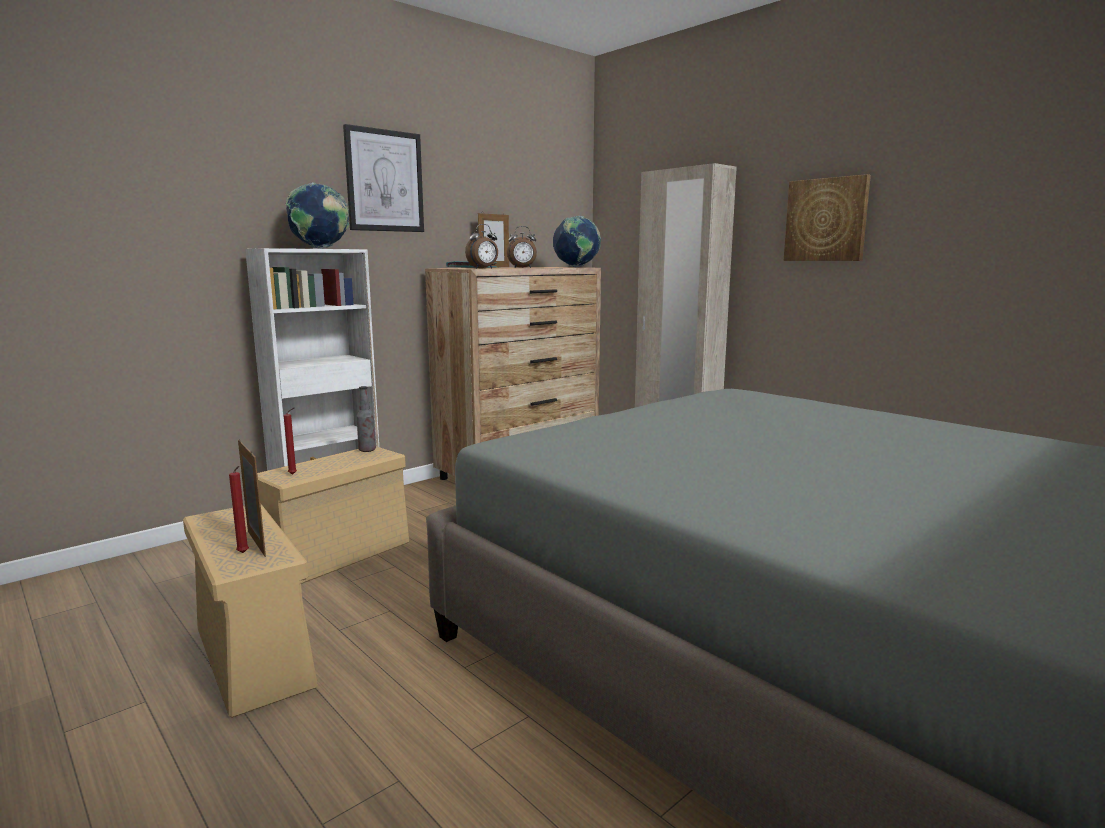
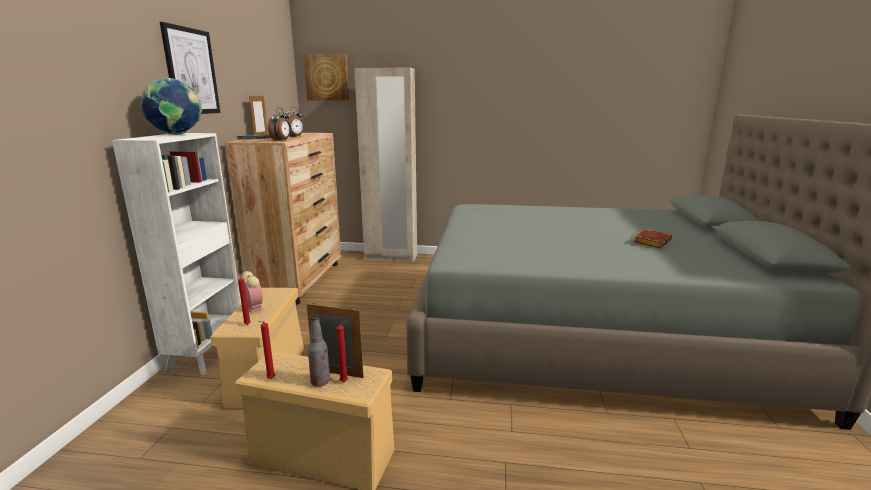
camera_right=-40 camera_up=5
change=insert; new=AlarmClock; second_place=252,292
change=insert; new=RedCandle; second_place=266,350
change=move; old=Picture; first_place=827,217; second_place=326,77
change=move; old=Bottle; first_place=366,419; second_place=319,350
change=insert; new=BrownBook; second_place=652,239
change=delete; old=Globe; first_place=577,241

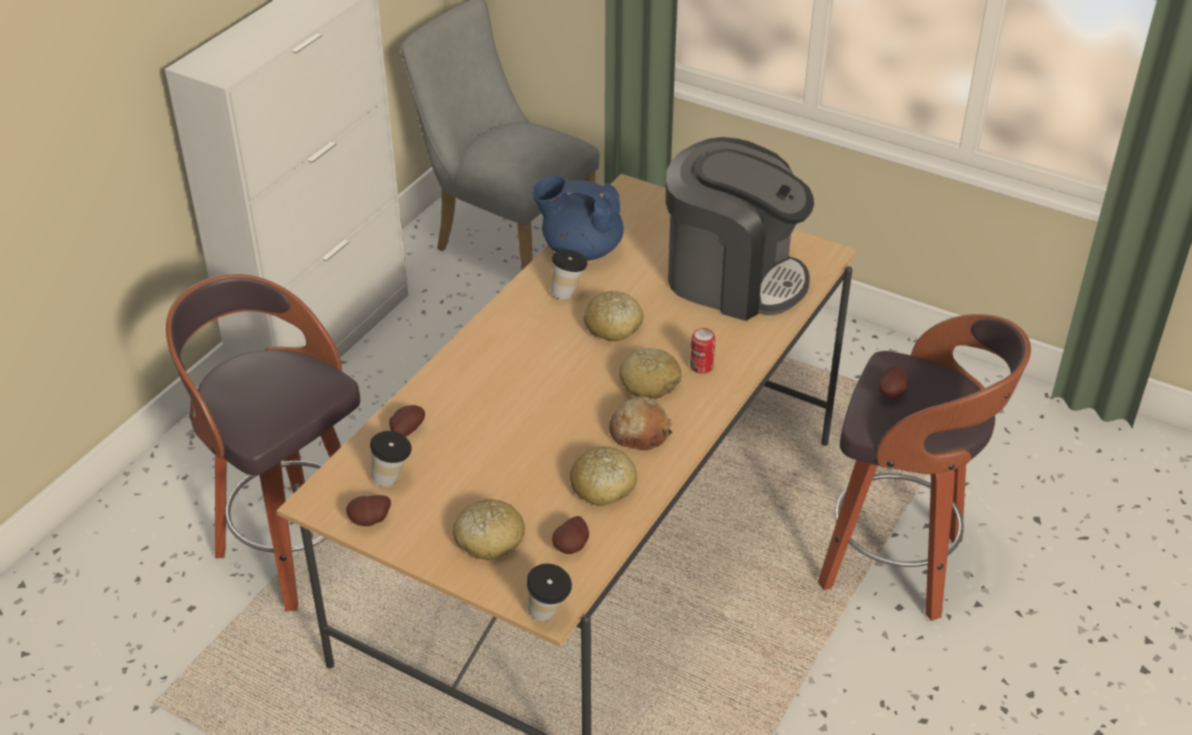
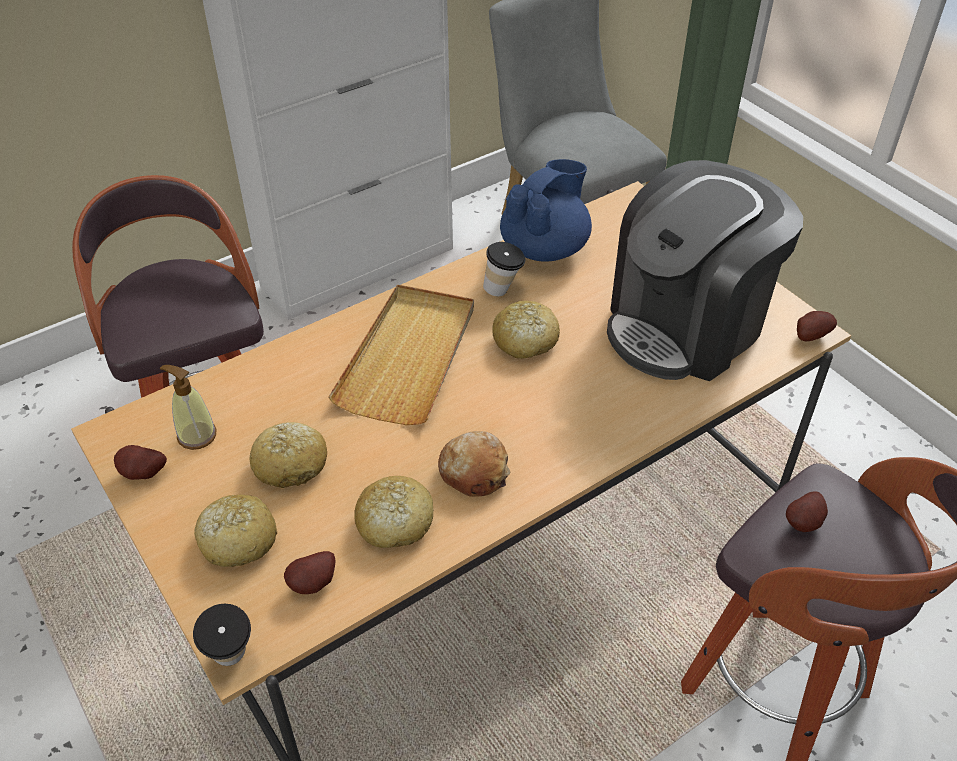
camera_right=25 camera_up=5
change=replace; old=Cup; new=SoapDispenser; first_place=391,459; second_place=188,407
change=move; old=Bread; first_place=650,373; second_place=288,455
change=insert; new=BeigeTray; second_place=401,355
change=rotate; old=BlueTeapot; first_place=578,218; second_place=546,210; degrees=90
change=rotate; old=CoffeeMachine; first_place=740,229; second_place=705,270; degrees=90
change=move; old=Potato; first_place=407,421; second_place=817,326
change=delete; old=Can; first_place=702,351

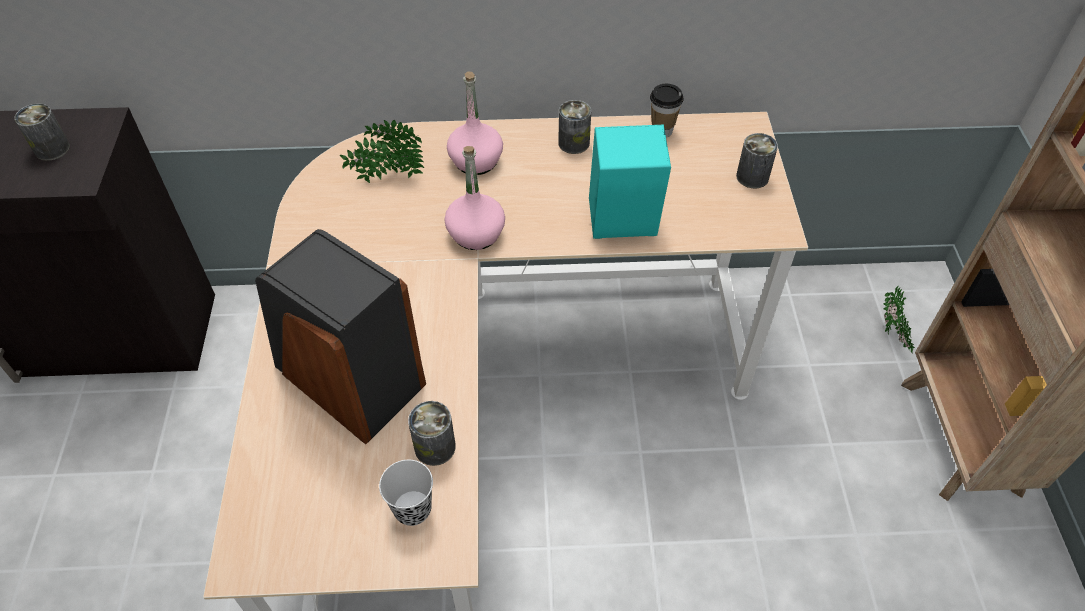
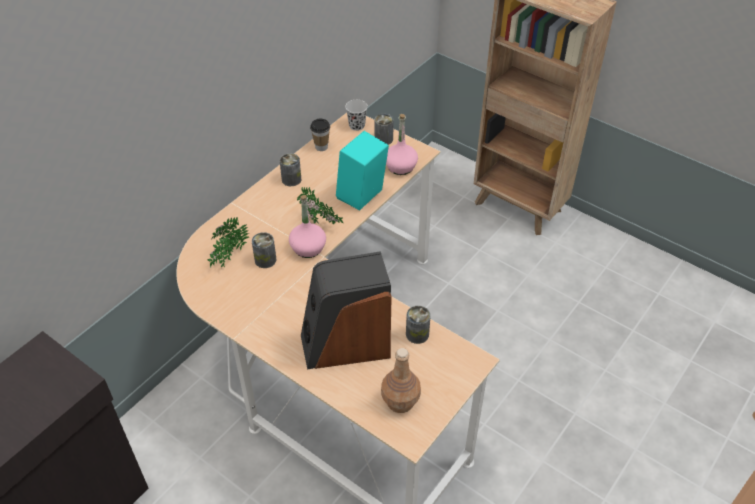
camera_right=-50 camera_up=-5
change=move; old=Can; first_place=42,132; second_place=264,250
change=move; old=PottedPlant; first_place=899,320; second_place=320,205
change=move; old=BlackCup; first_place=406,493; second_place=356,115
change=insert; new=BrownBottle; second_place=401,380
change=move; old=PinkBottle; first_place=475,123; second_place=402,144

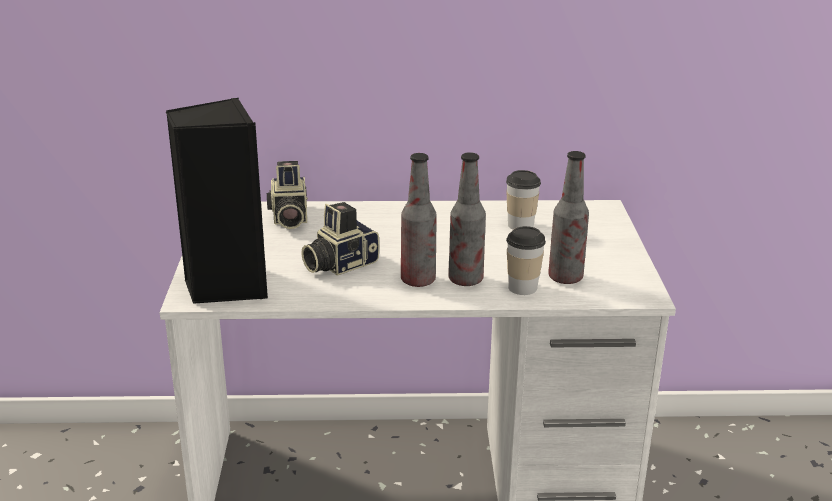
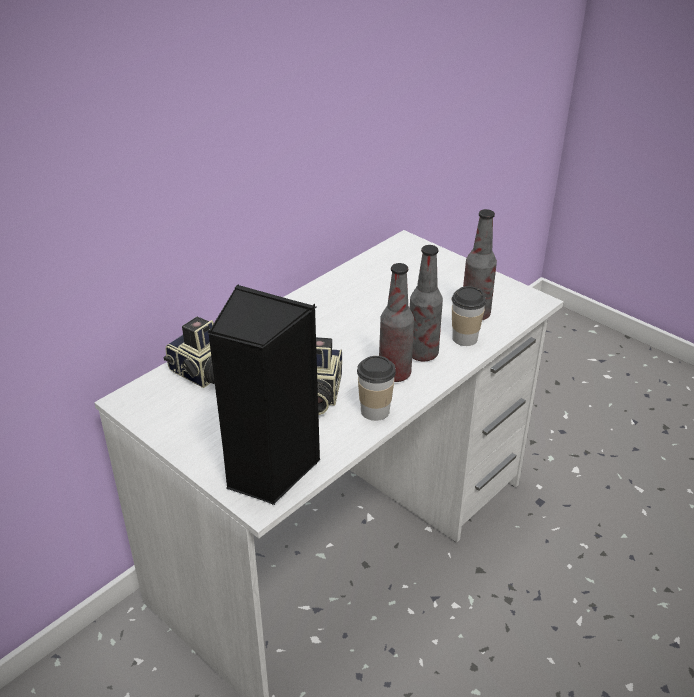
camera_right=-45 camera_up=10
change=move; old=Cup; first_place=523,200; second_place=376,388

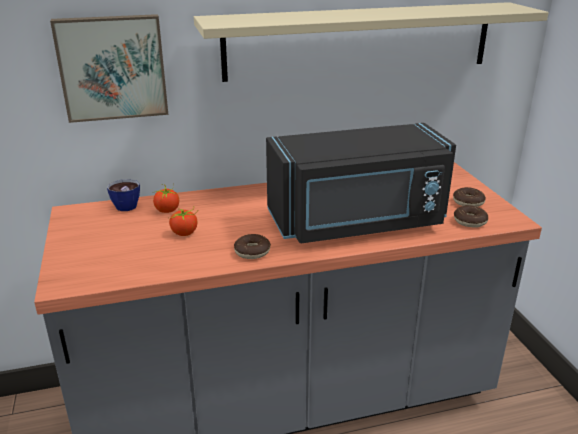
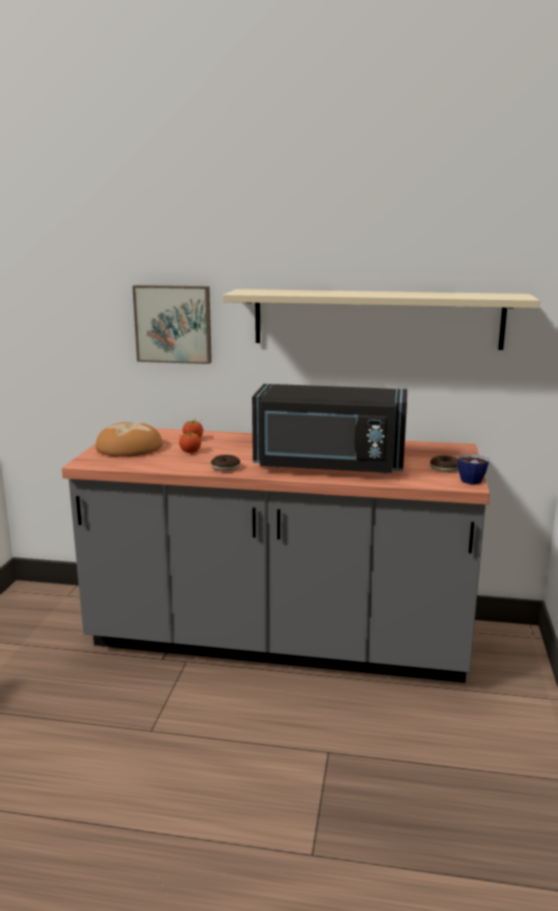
camera_right=25 camera_up=-10
change=insert; new=Bread; second_place=129,439
change=move; old=Cup; first_place=123,195; second_place=473,469
change=delete; old=Donut; first_place=471,216

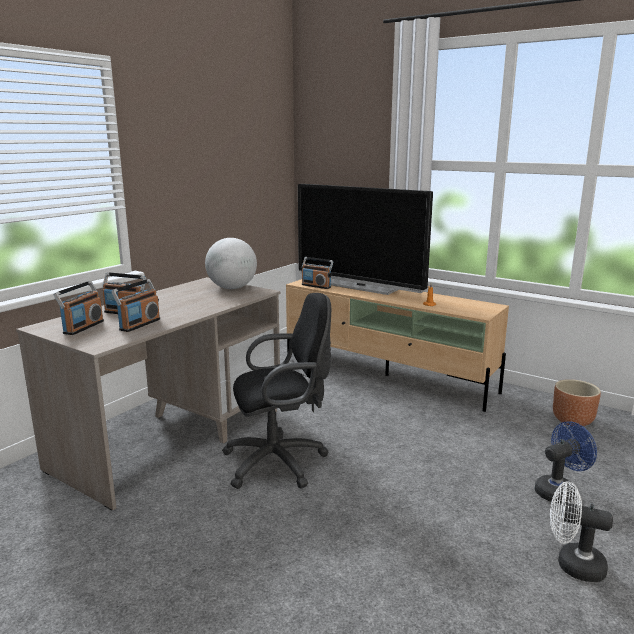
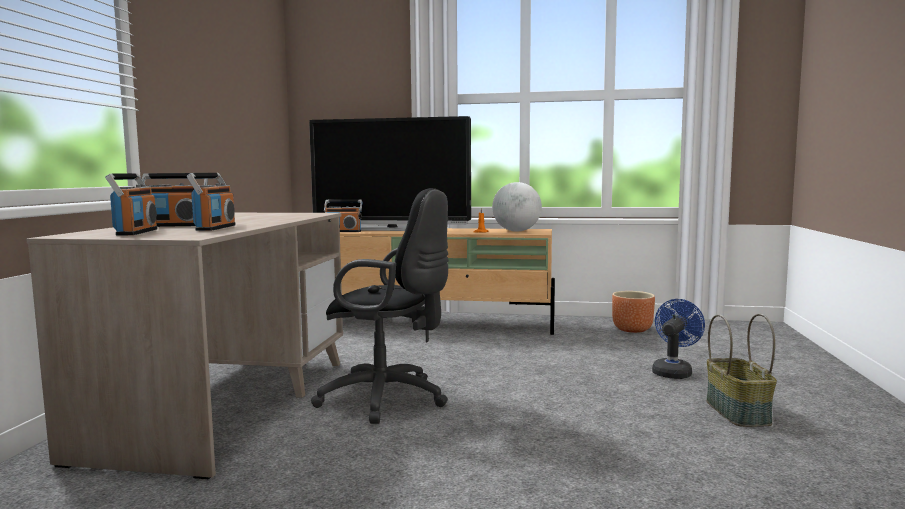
camera_right=-25 camera_up=-10
change=rotate; old=BlackOfficeChair; first_place=276,391; second_place=380,306; degrees=60
change=move; old=Globe; first_place=231,263; second_place=517,207
change=replace; old=WhiteFan; new=Basket; first_place=581,531; second_place=741,370

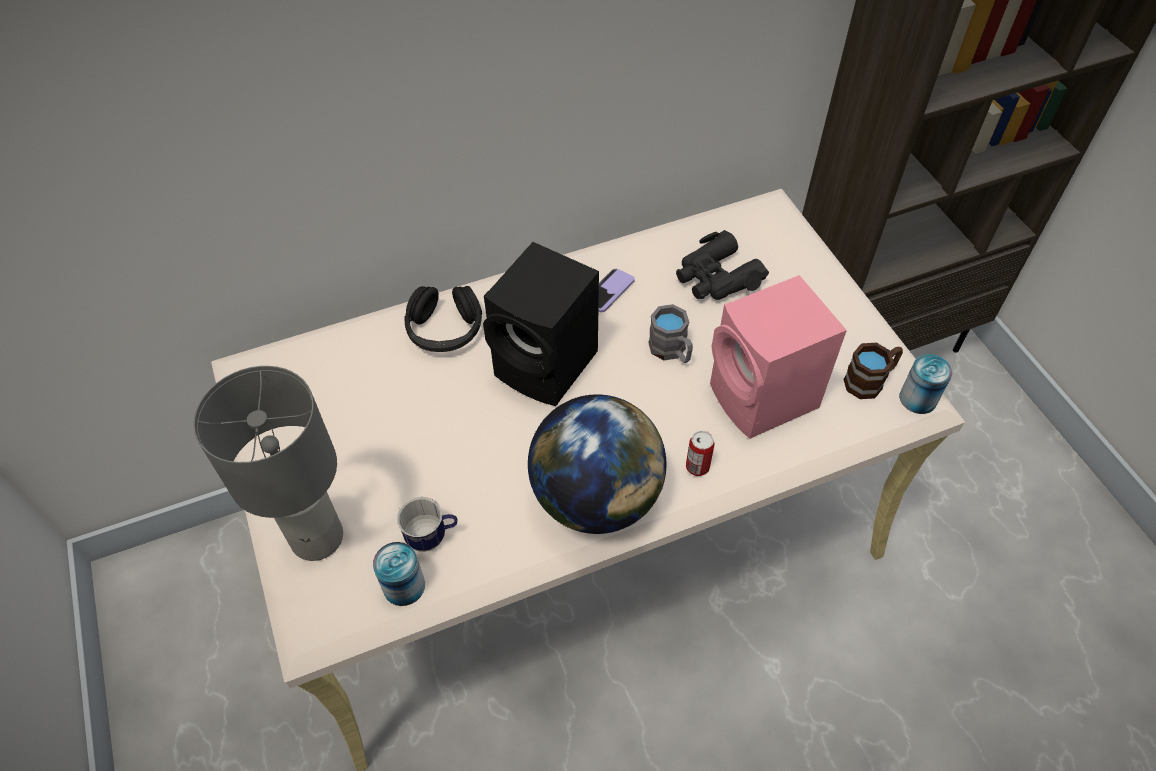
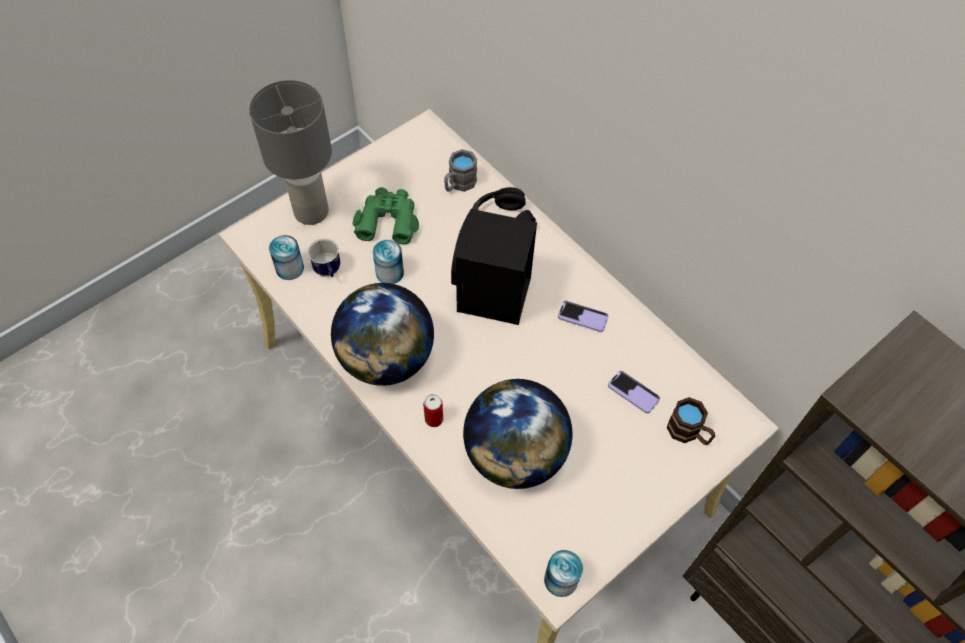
camera_right=70 camera_up=5
change=insert; new=GreenBinoculars; second_place=386,215
change=insert; new=Can; second_place=388,262
change=move; old=GreyMug; first_place=670,333; second_place=460,170
change=replace; old=PinkSpeaker; new=Globe; first_place=778,357; second_place=517,434
change=replace; old=BlackBinoculars; new=Phone; first_place=722,265; second_place=634,392
change=move; old=BrownMug; first_place=873,371; second_place=691,421

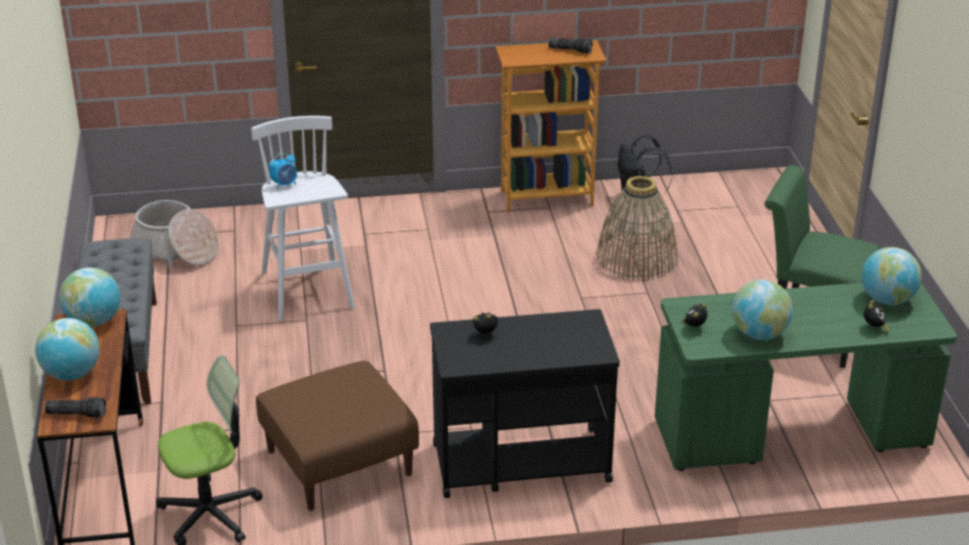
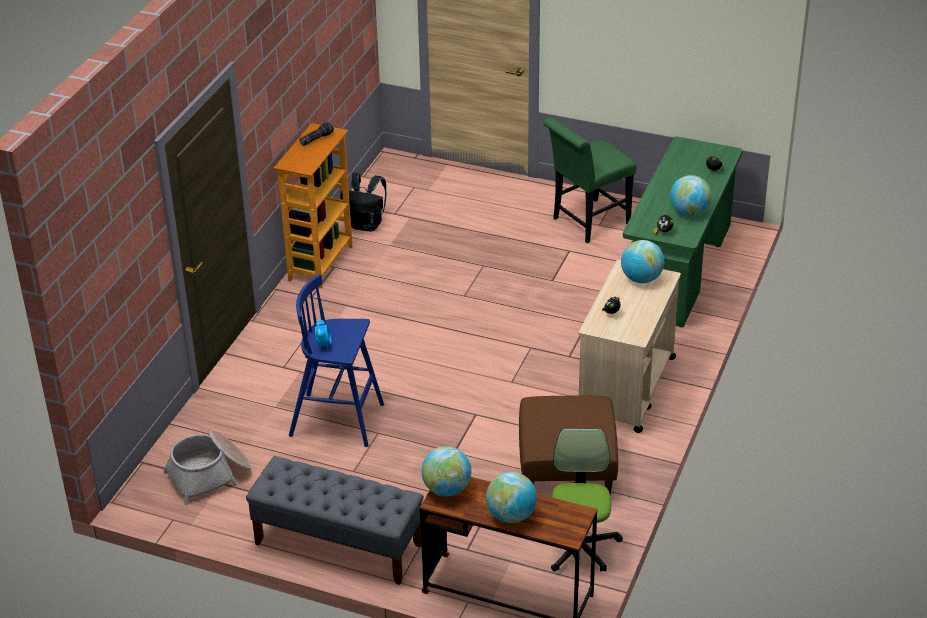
camera_right=-60 camera_up=5
change=recolor; old=WhiteStool; new=BlueStool; first_place=303,218; second_place=336,360
change=recolor; old=BlackCart; new=BeigeCart; first_place=525,403; second_place=629,346
change=move; old=Globe; first_place=892,276; second_place=642,261
change=delete; old=Flashlight; first_place=75,407
change=delete; old=Basket; first_place=637,228

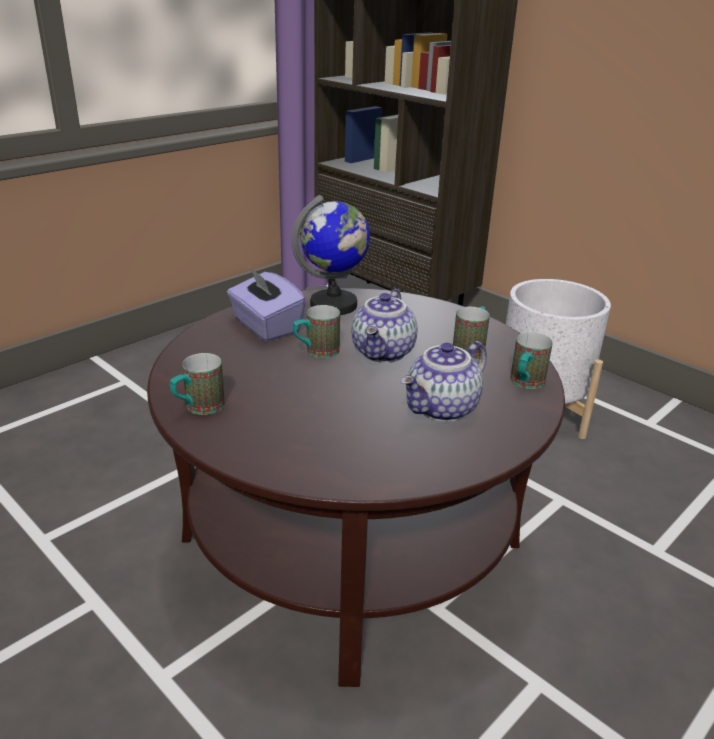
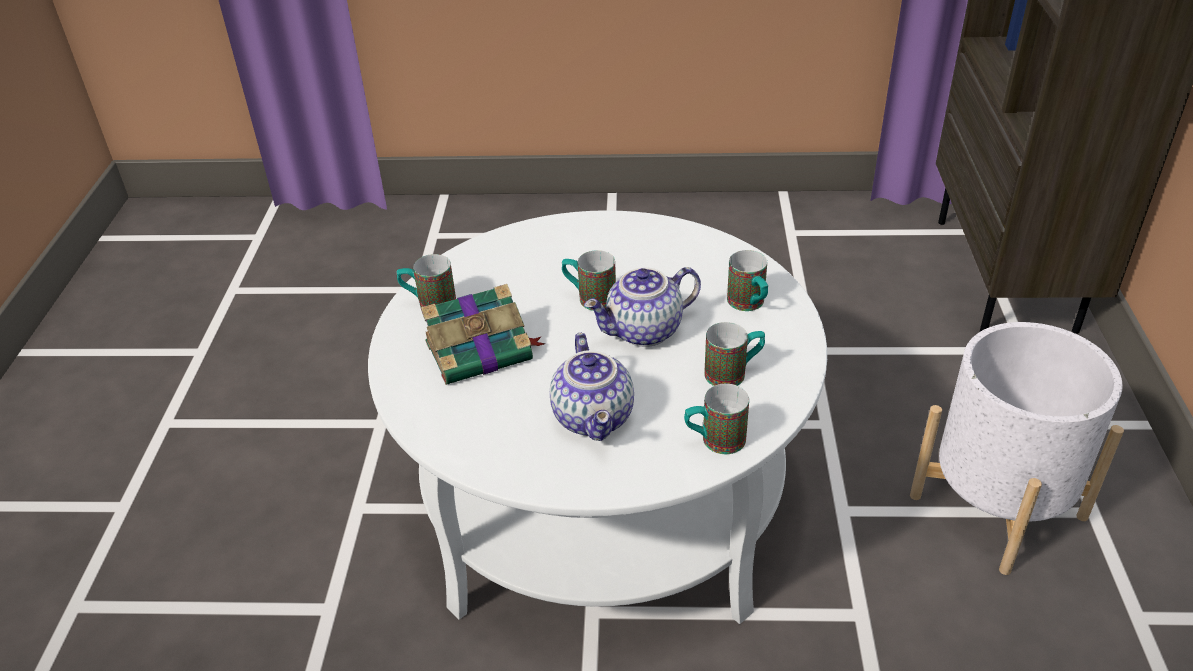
camera_right=50 camera_up=10
change=recolor; old=BrownCoffeeTable; new=WhiteCoffeeTable; first_place=356,487; second_place=597,417
change=insert; new=Book; second_place=483,334
change=rotate; old=Teapot; first_place=444,381; second_place=592,387; degrees=-105
change=insert; new=Mug; second_place=747,280
change=delete; old=PurpleTissueBox; first_place=266,304
change=delete; old=Globe; first_place=331,254

